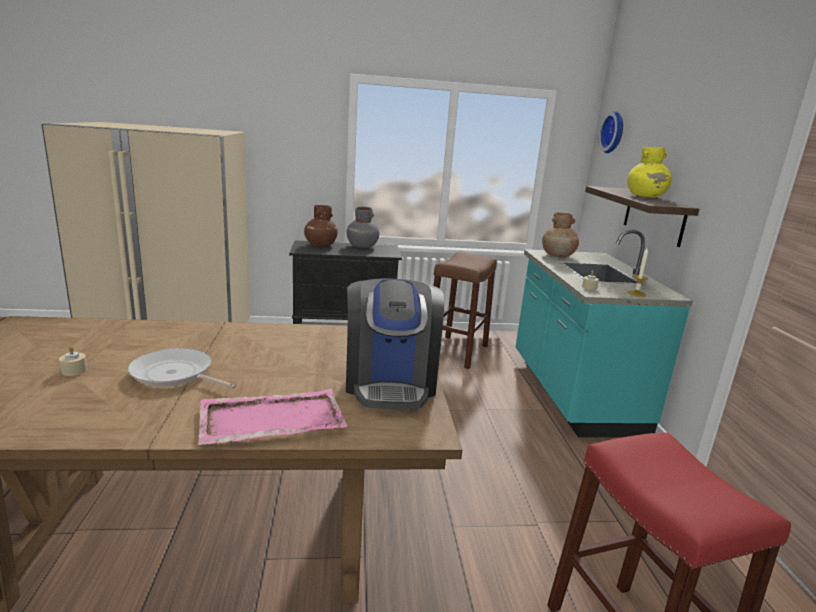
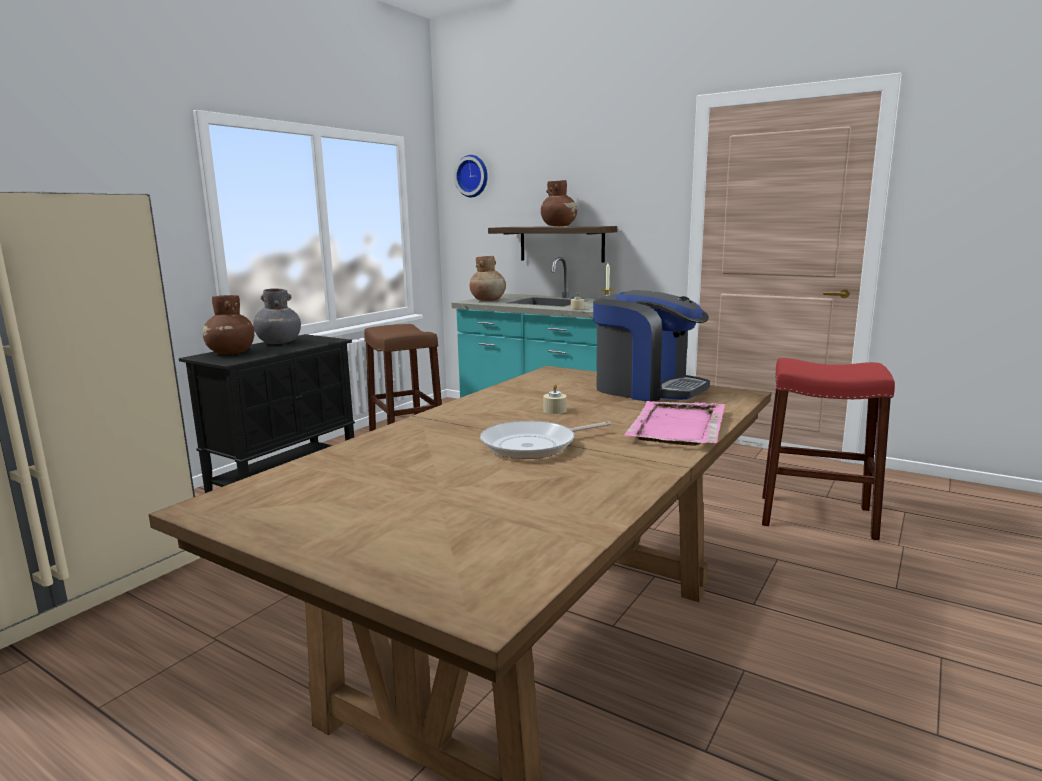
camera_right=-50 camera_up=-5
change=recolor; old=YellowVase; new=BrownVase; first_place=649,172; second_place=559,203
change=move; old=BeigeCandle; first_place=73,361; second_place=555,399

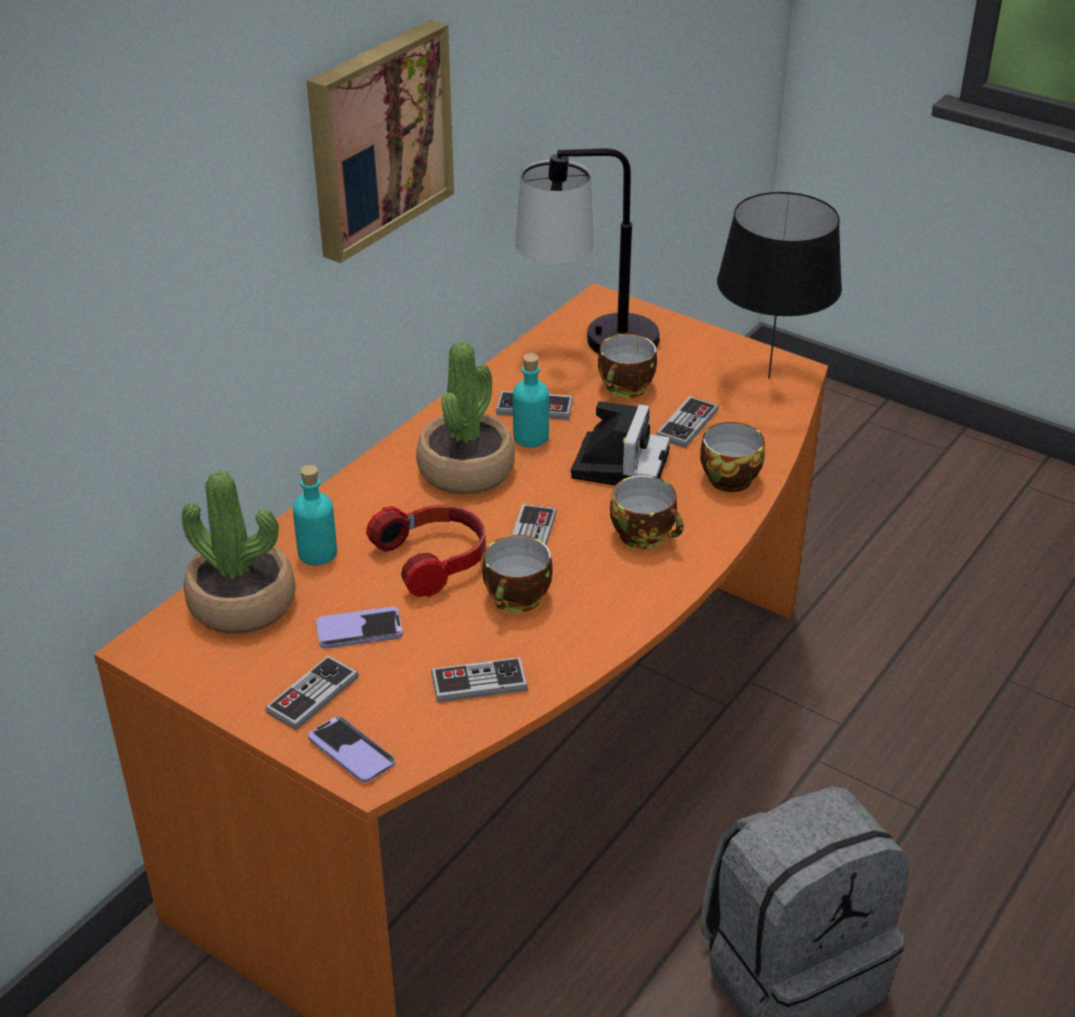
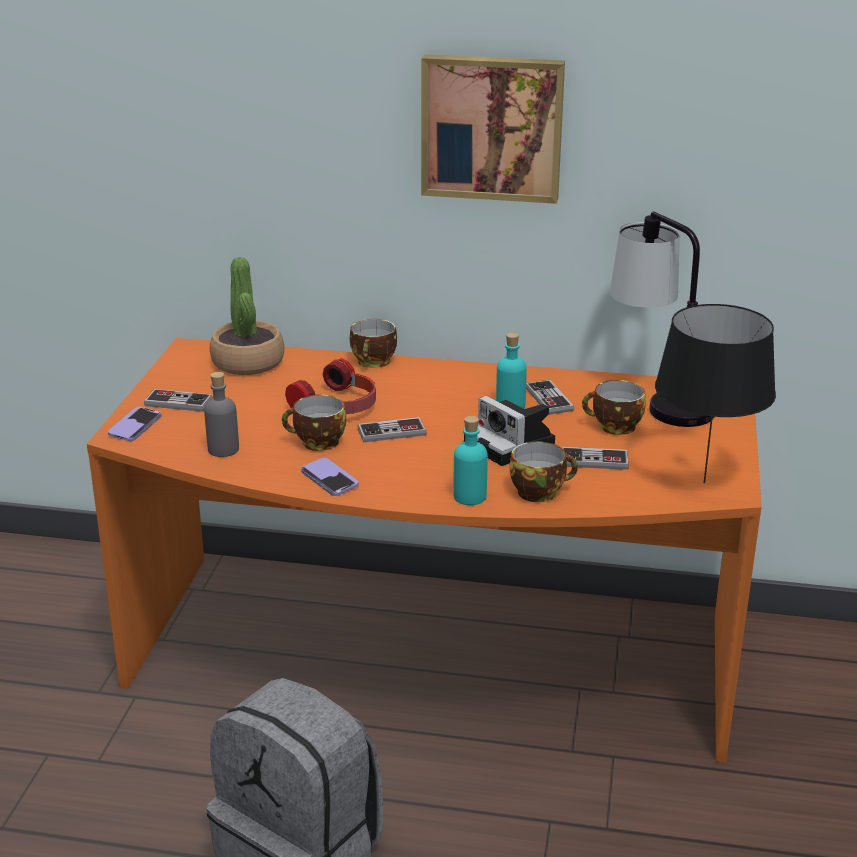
camera_right=65 camera_up=-10
change=replace; old=GameController; new=GreyBottle; first_place=479,679; second_place=221,414
change=move; old=Phone; first_place=359,628; second_place=330,477
change=move; old=Cup; first_place=647,512; second_place=373,343
change=move; old=TurquoiseBottle; first_place=315,515; second_place=470,460
change=rotate; old=PhotoCamera; first_place=620,443; second_place=509,431; degrees=60
change=delete; old=PottedPlant; first_place=465,417

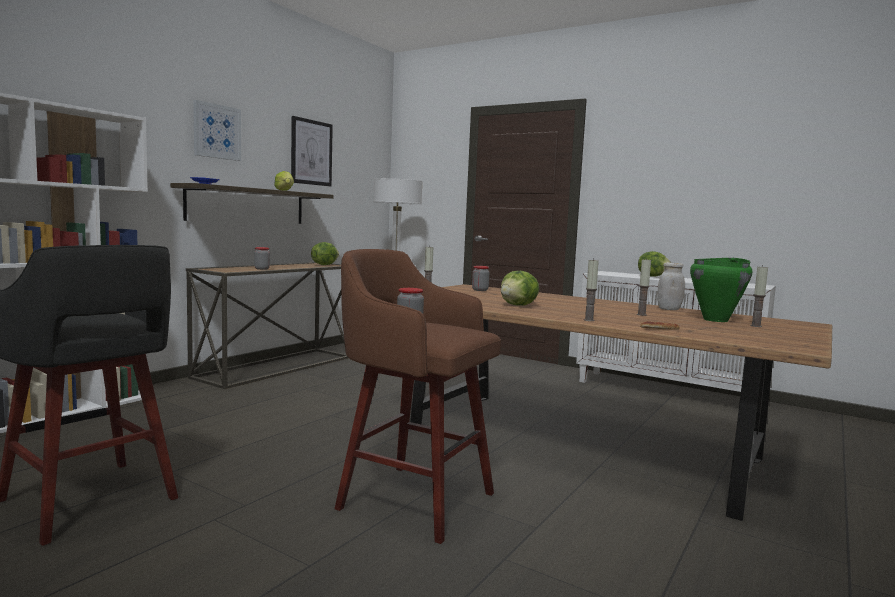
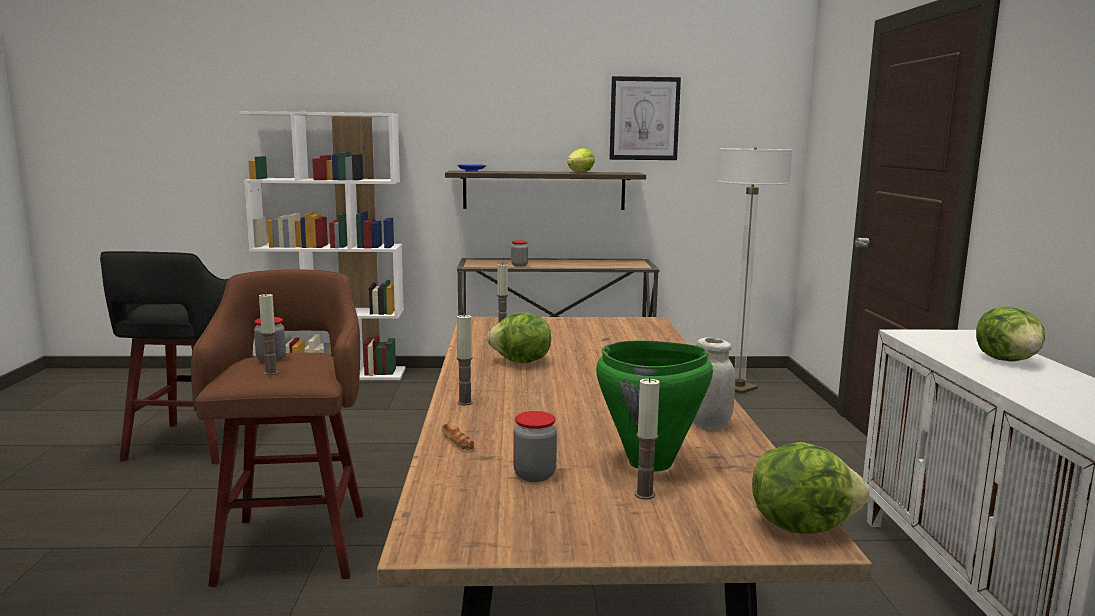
camera_right=55 camera_up=5
change=move; old=Candle; first_place=644,287; second_place=268,334
change=move; old=Jar; first_place=481,278; second_place=535,446
change=move; old=Lettuce; first_place=325,253; second_place=810,488
change=delete; old=Picture; first_place=217,130

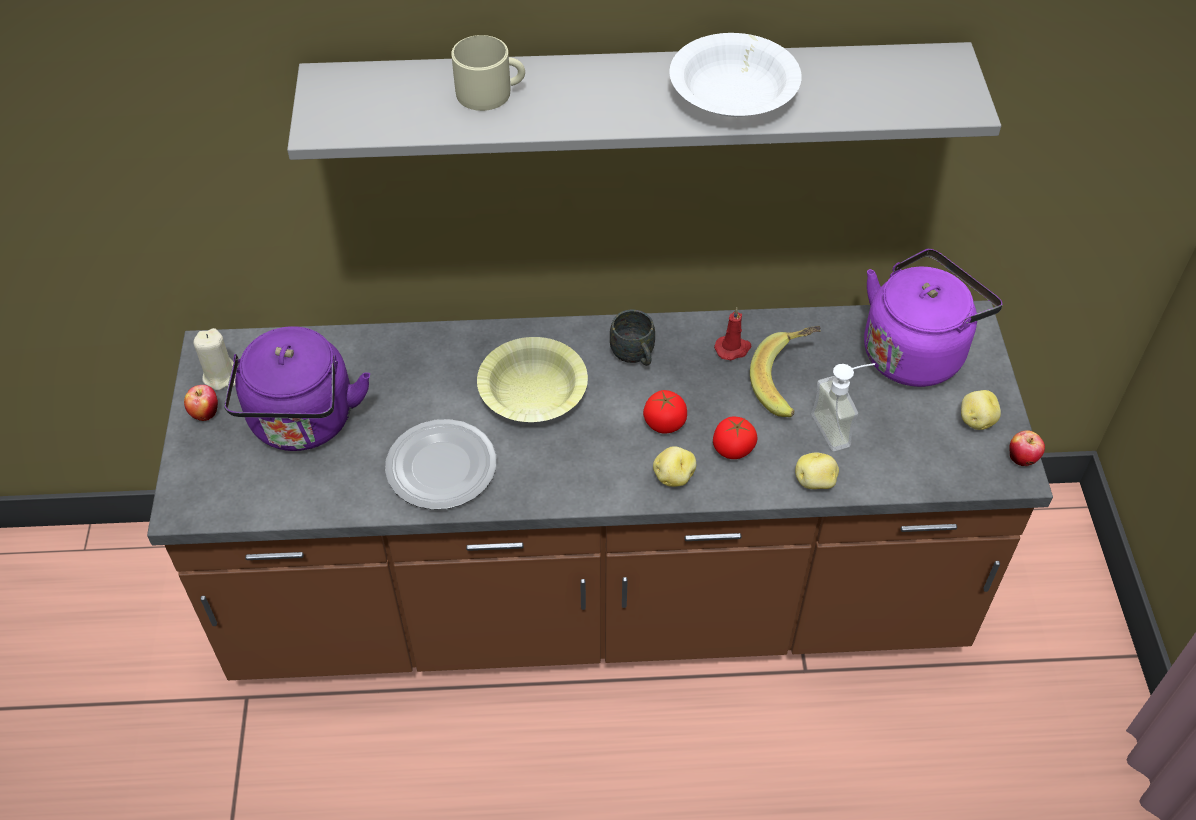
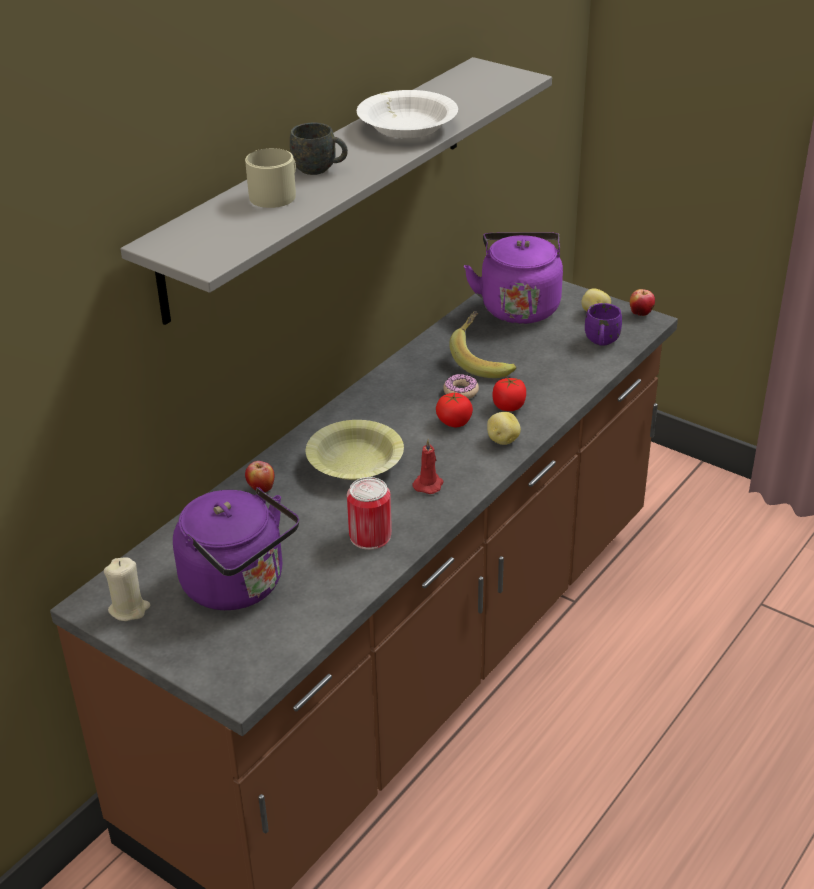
camera_right=-50 camera_up=-15
change=move; old=Apple; first_place=201,403; second_place=259,476
change=move; old=GreyMug; first_place=632,338; second_place=319,149
change=replace; old=Plate; new=Can; first_place=440,464; second_place=369,513
change=move; old=RedCandle; first_place=732,333; second_place=427,466
change=insert; new=Donut; second_place=461,386
change=insert; new=PurpleMug; second_place=603,324
change=delete; old=Potato; first_place=817,470
change=delete; old=SoapDispenser; first_place=843,407

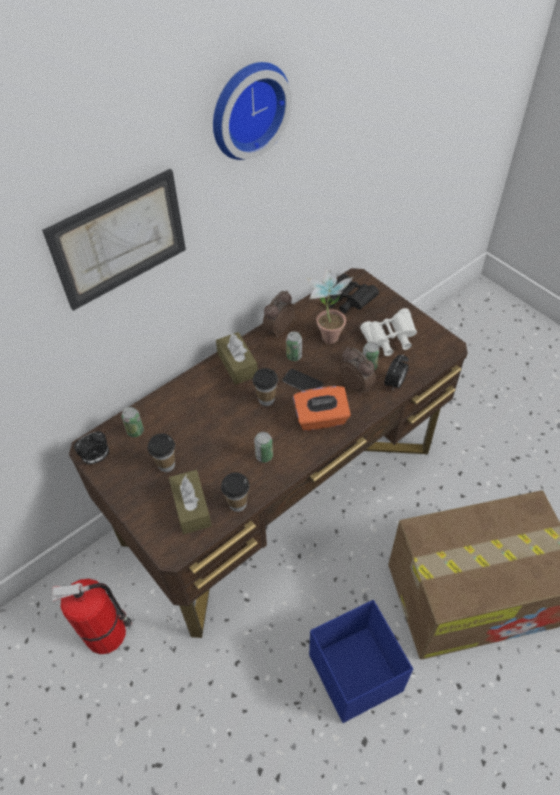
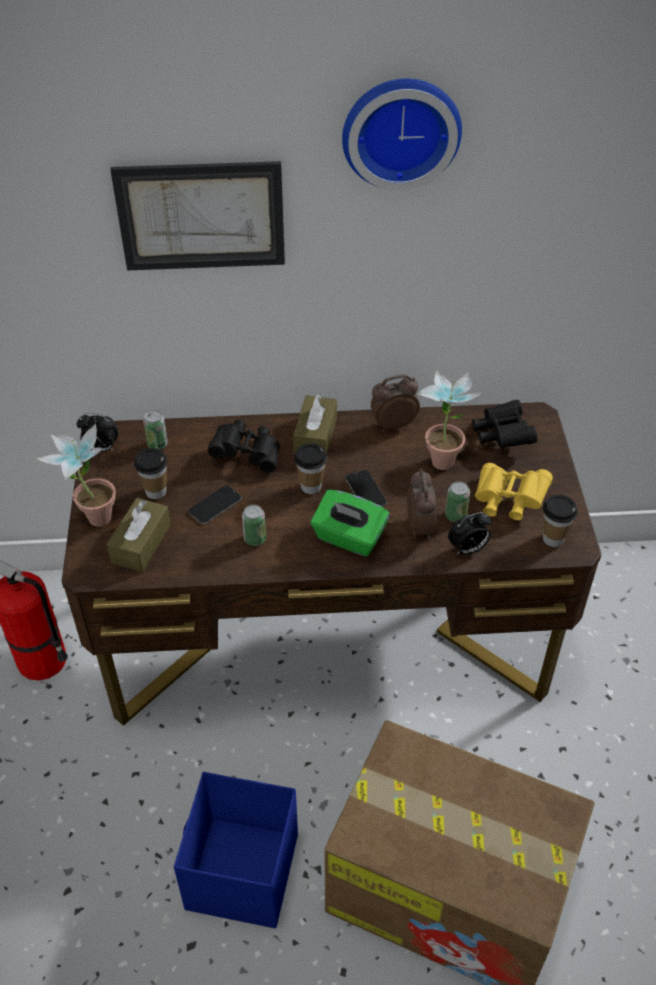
camera_right=35 camera_up=-5
change=insert; new=PottedPlant; second_place=76,475
change=insert; new=Phone; second_place=215,504
change=insert; new=BlackBinoculars; second_place=243,446
change=recolor; old=OrangeTissueBox; new=GreenTissueBox; first_place=322,408; second_place=350,523
change=recolor; old=WhiteBinoculars; new=YellowBinoculars; first_place=388,332; second_place=514,491
change=move; old=Cup; first_place=235,492; second_place=560,521
change=delete; old=Can; first_place=294,346

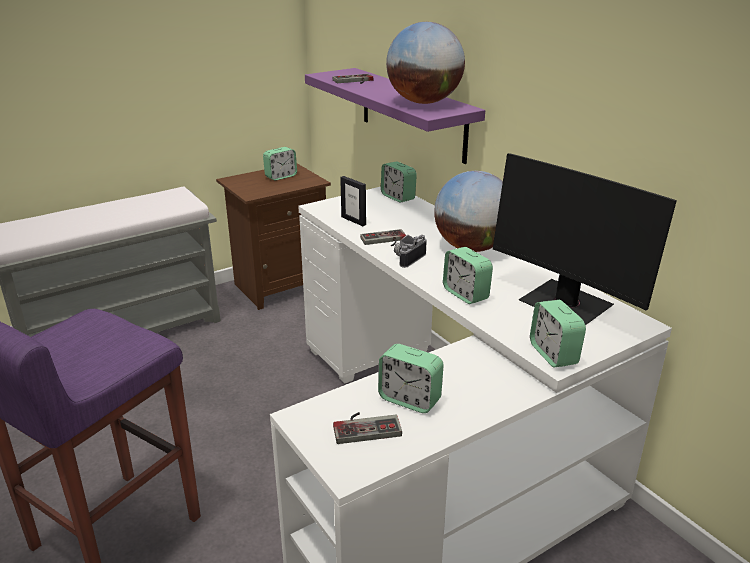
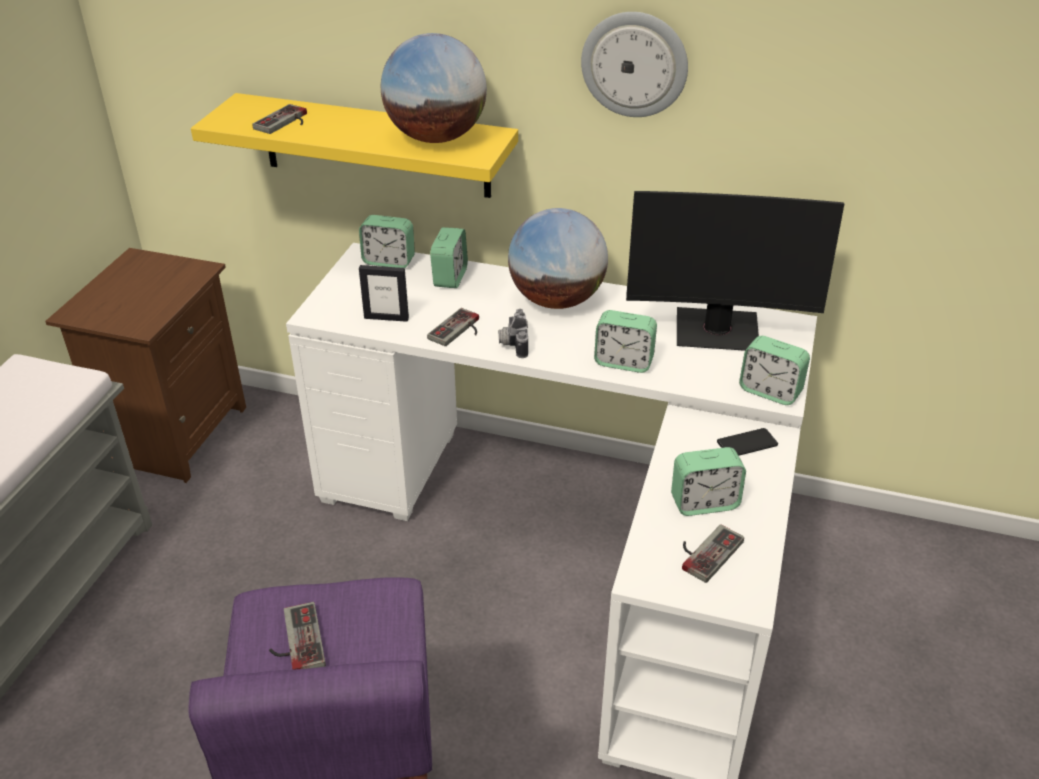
camera_right=-40 camera_up=10
change=recolor; old=PurpleShelf; new=YellowShelf; first_place=395,116; second_place=354,145
change=insert; new=GameController; second_place=297,636
change=move; old=AlarmClock; first_place=280,163; second_place=449,257
change=insert; new=WallClock; second_place=634,64
change=insert; new=Phone; second_place=747,442

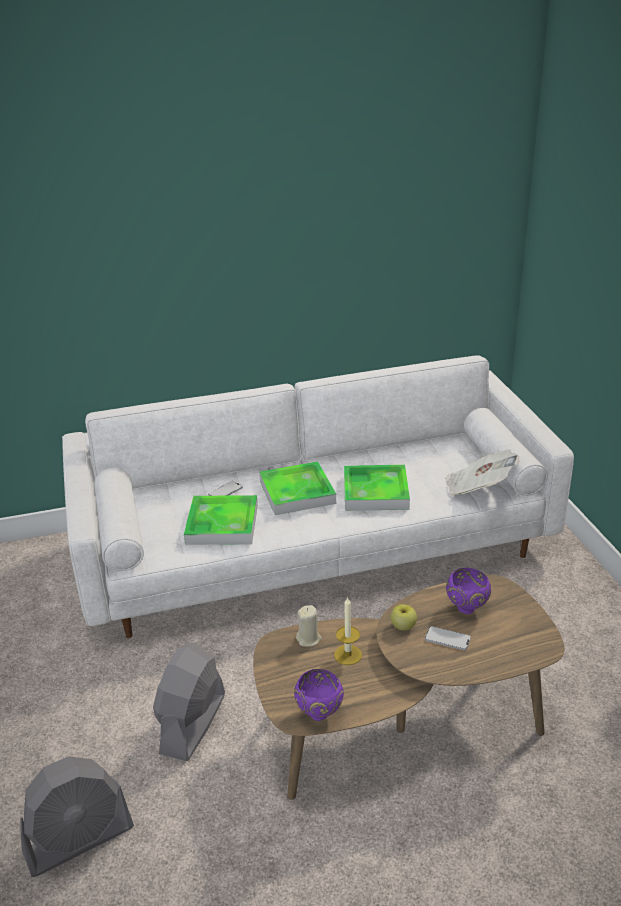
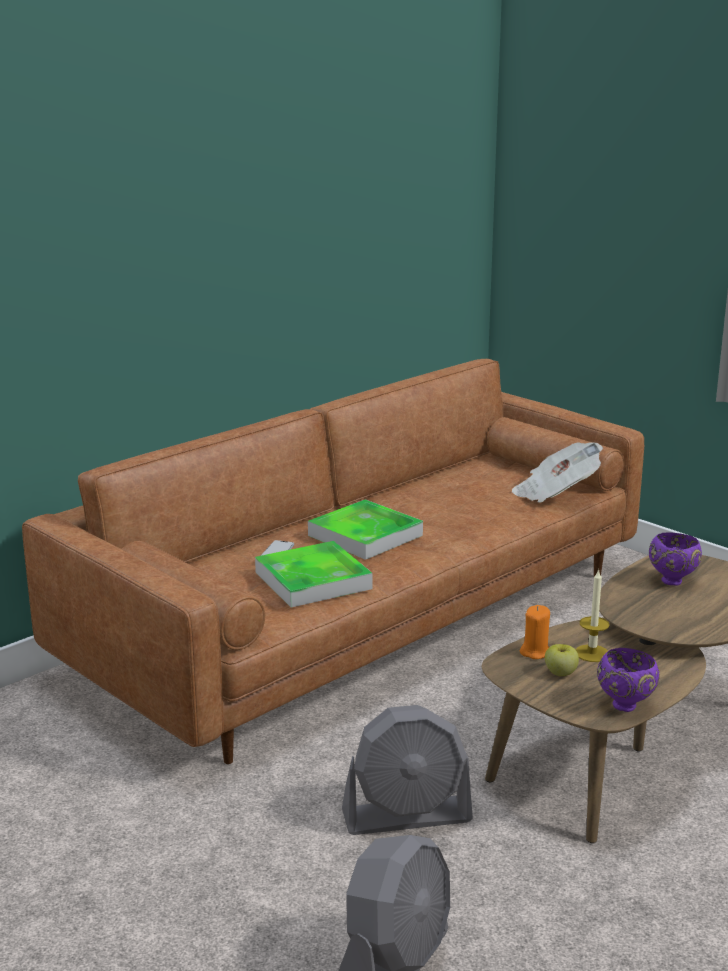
camera_right=-30 camera_up=-10
change=recolor; old=WhiteSofa; new=BrownSofa; first_place=318,496; second_place=333,561
change=rotate; old=GreyFan; first_place=189,702; second_place=407,770; degrees=-90
change=recolor; old=BeigeCandle; new=OrangeCandle; first_place=308,626; second_place=535,632
change=move; old=Apple; first_place=404,617; second_place=562,660
change=delete; old=Tray; first_place=377,488
change=delete; old=Phone; first_place=448,638

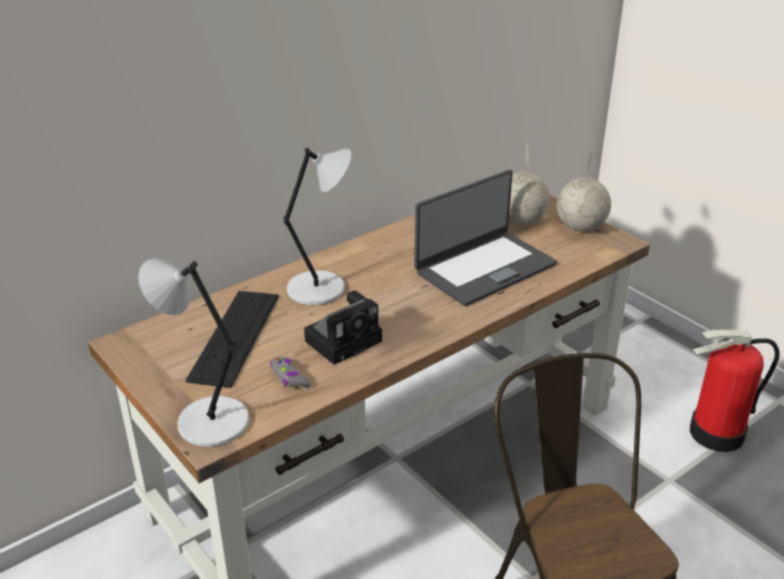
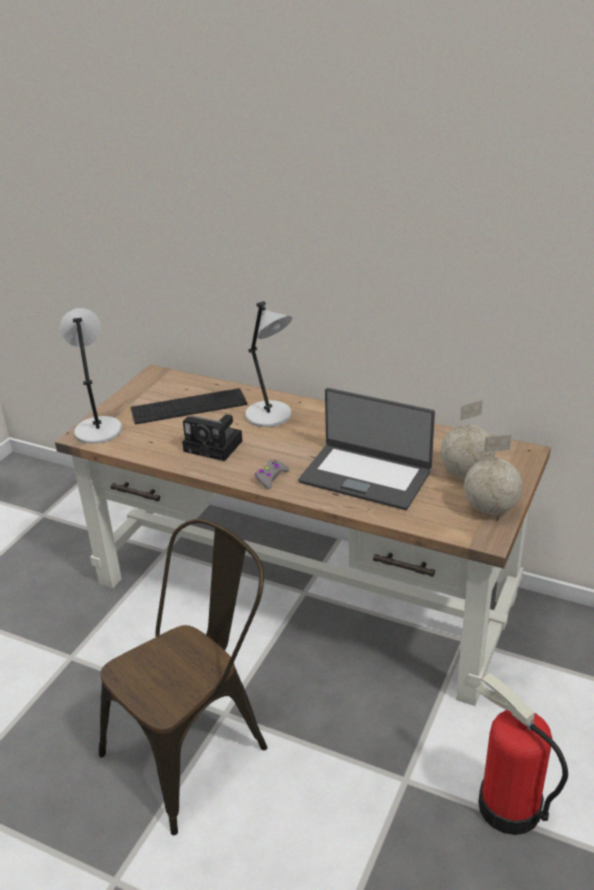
camera_right=65 camera_up=0
change=move; old=GreyGameController; first_place=291,372; second_place=272,474

